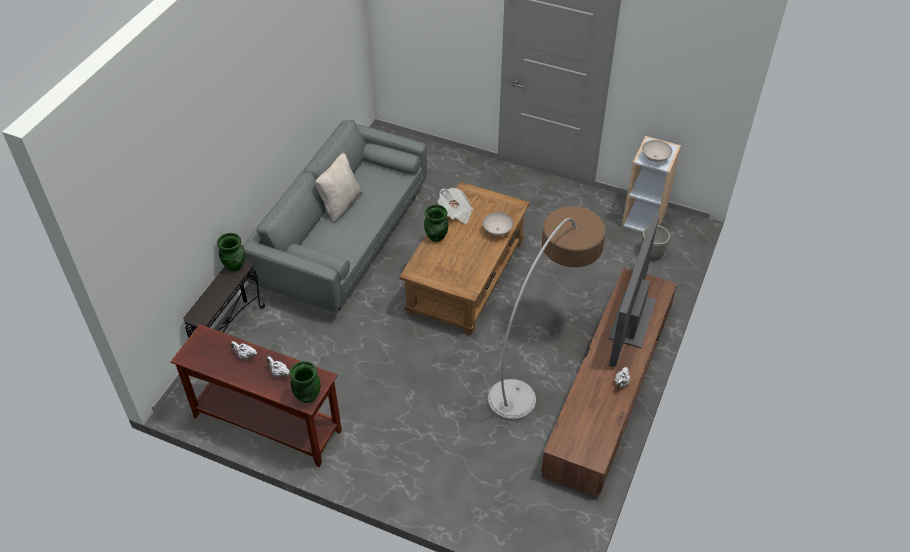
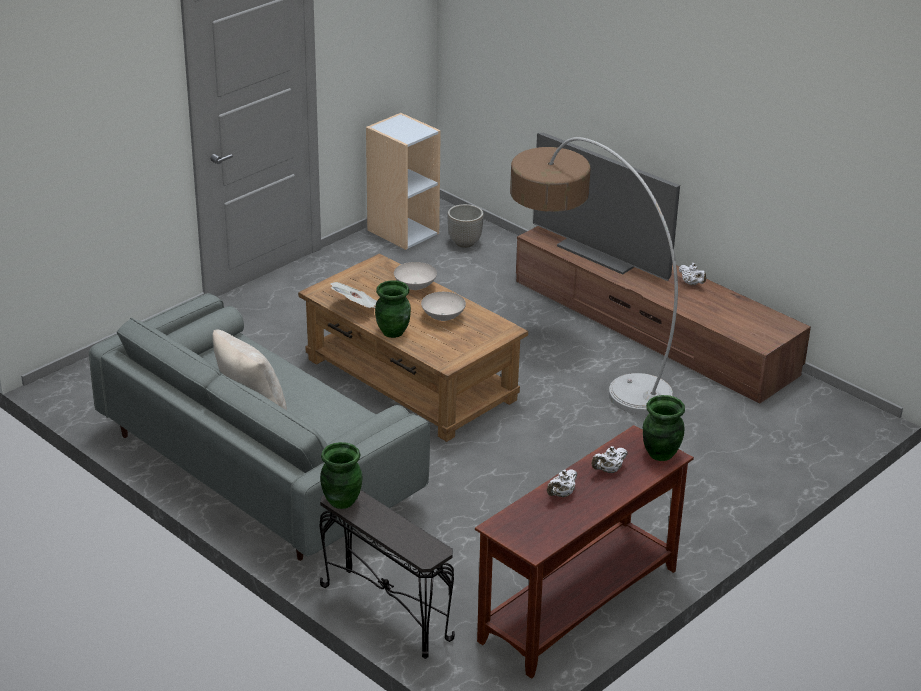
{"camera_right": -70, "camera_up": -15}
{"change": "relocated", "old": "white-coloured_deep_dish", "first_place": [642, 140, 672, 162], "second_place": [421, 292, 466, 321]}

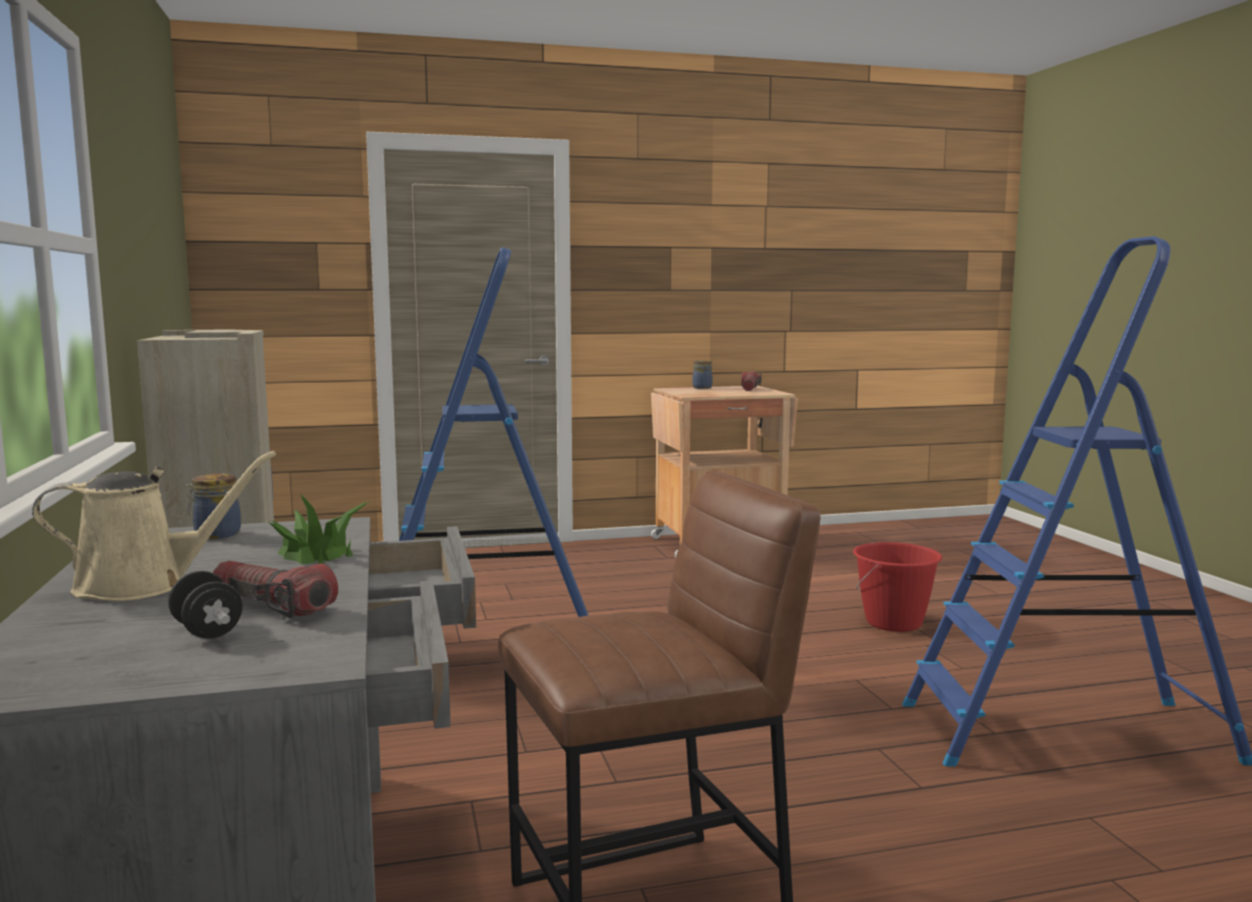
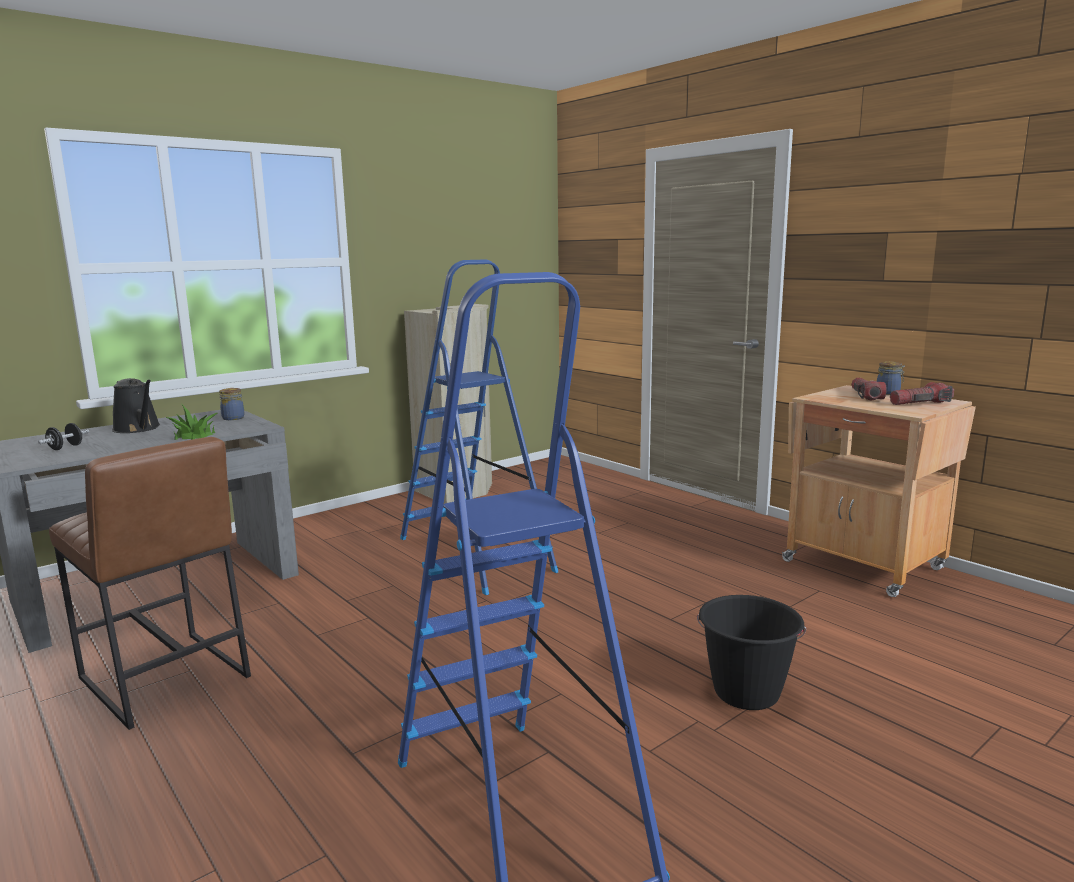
{"camera_right": 65, "camera_up": 5}
{"change": "colour", "old": "sand-coloured_watering_can", "new": "black_watering_can", "first_place": [32, 451, 276, 601], "second_place": [112, 378, 160, 433]}
{"change": "relocated", "old": "hand_torch", "first_place": [213, 561, 338, 618], "second_place": [851, 378, 887, 400]}
{"change": "colour", "old": "red_pail", "new": "black_pail", "first_place": [853, 542, 942, 632], "second_place": [697, 595, 807, 710]}

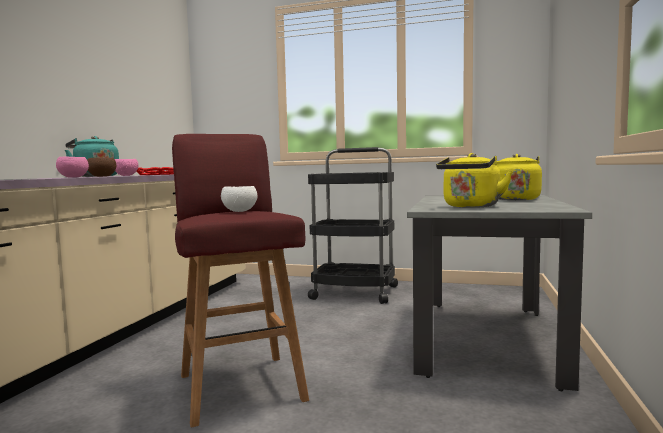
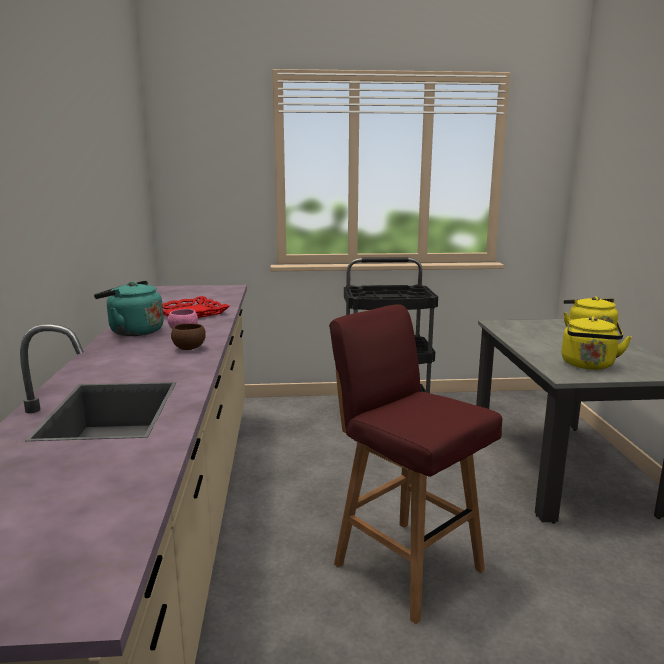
{"camera_right": -20, "camera_up": 10}
{"change": "missing", "old": "pinkish_deep_dish", "first_place": [56, 156, 89, 178]}
{"change": "missing", "old": "white-coloured_deep_dish", "first_place": [221, 186, 257, 212]}

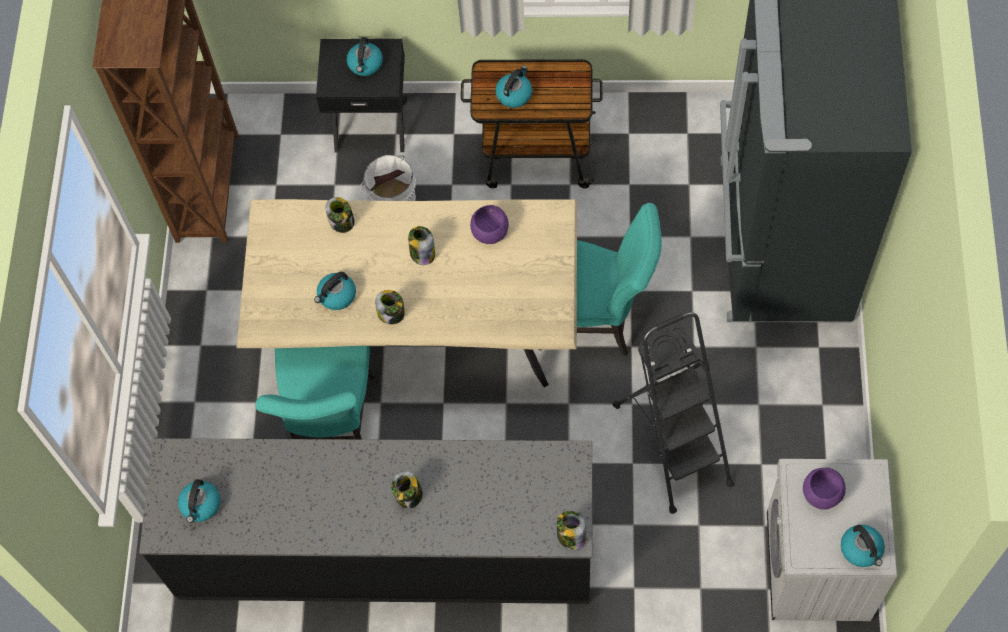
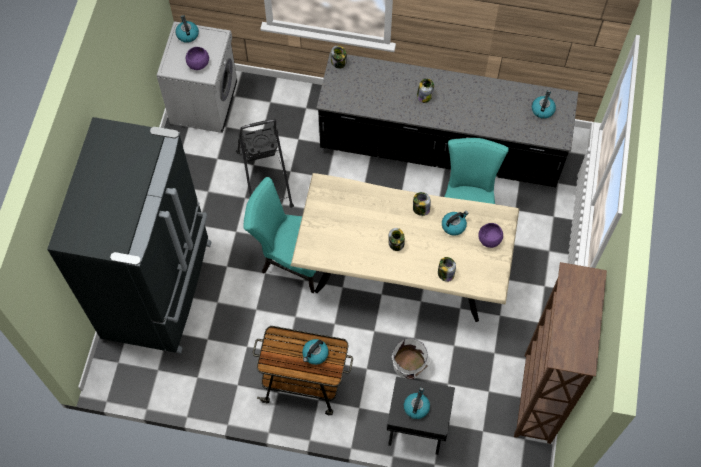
{"camera_right": -175, "camera_up": 0}
{"change": "relocated", "old": "purple-coloured_deep_dish", "first_place": [470, 205, 509, 244], "second_place": [478, 223, 503, 248]}

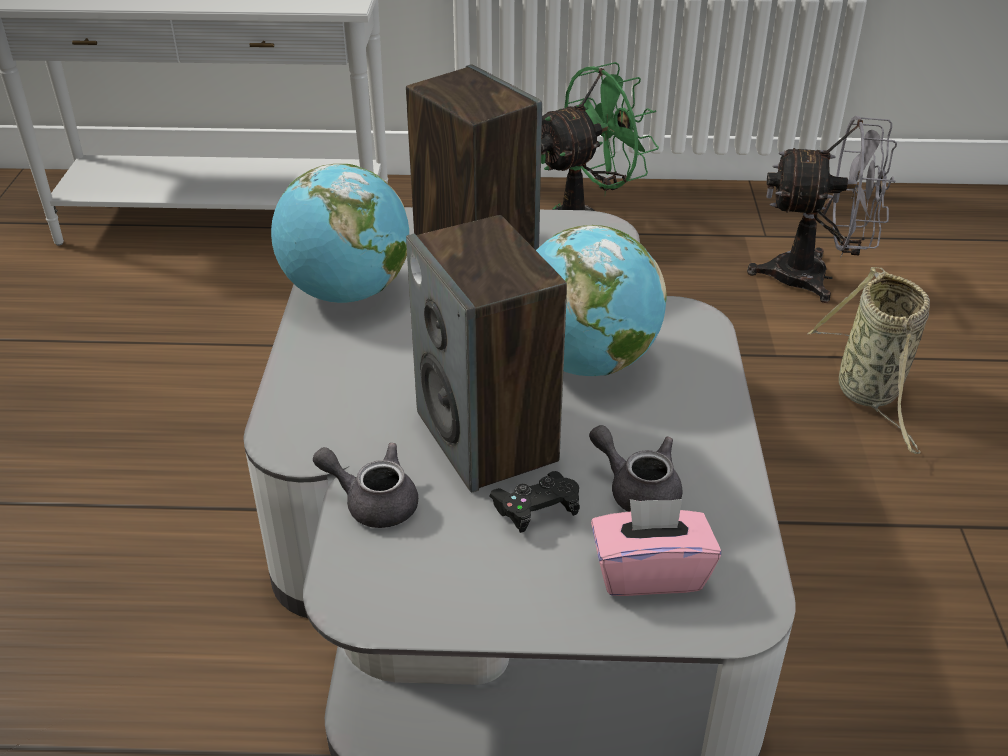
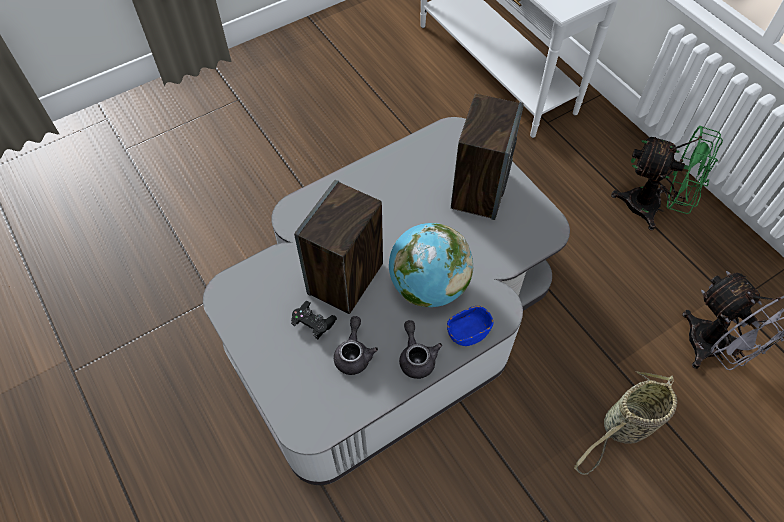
{"camera_right": 55, "camera_up": 20}
{"change": "missing", "old": "desk_globe", "first_place": [271, 164, 409, 303]}
{"change": "relocated", "old": "grey_teapot", "first_place": [313, 443, 418, 528], "second_place": [399, 320, 442, 379]}
{"change": "missing", "old": "pinkish_box_of_tissues", "first_place": [591, 499, 721, 596]}
{"change": "appeared", "new": "blue-coloured_deep_dish", "second_place": [447, 306, 493, 346]}

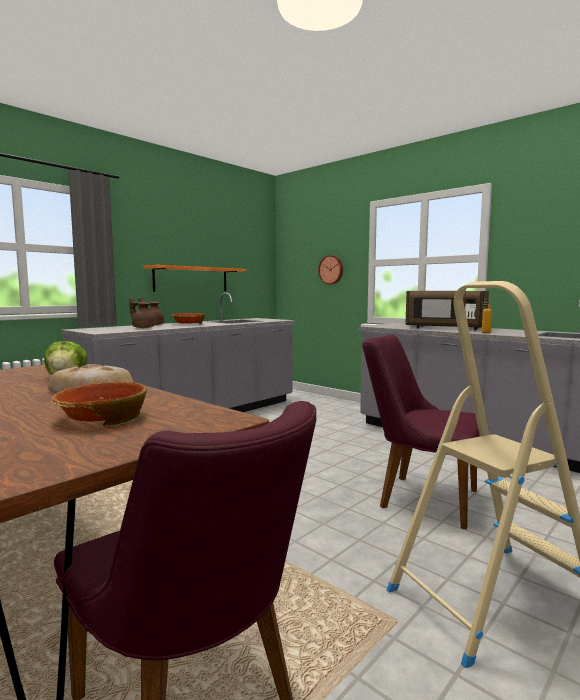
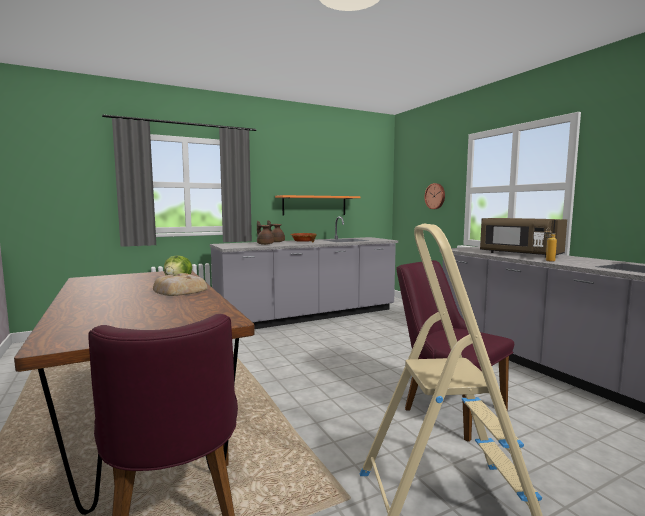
{"camera_right": 20, "camera_up": 0}
{"change": "missing", "old": "deep_dish", "first_place": [51, 382, 147, 426]}

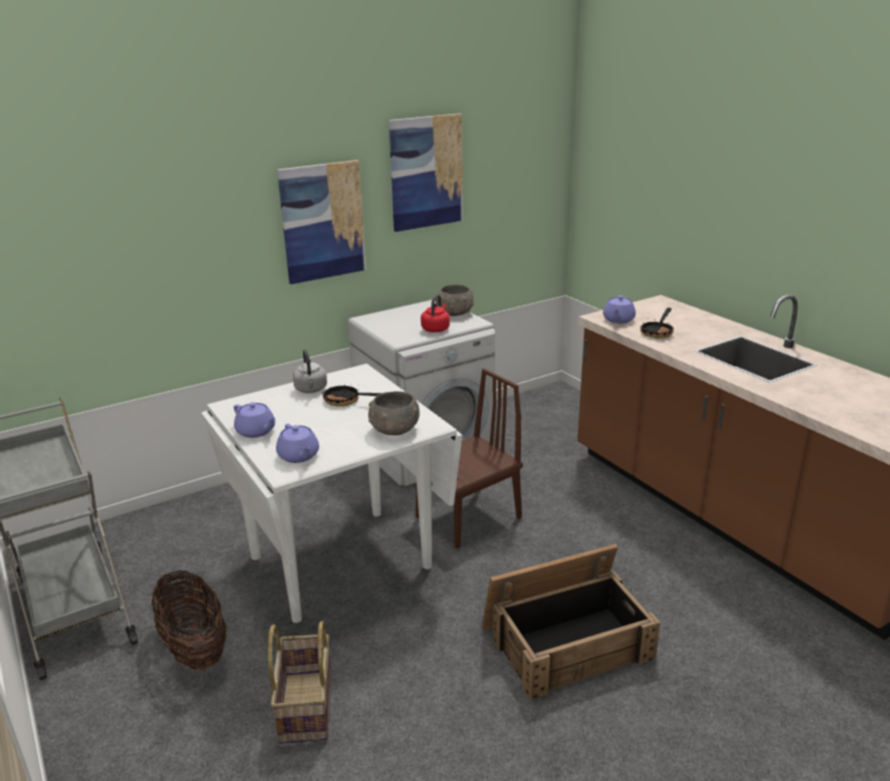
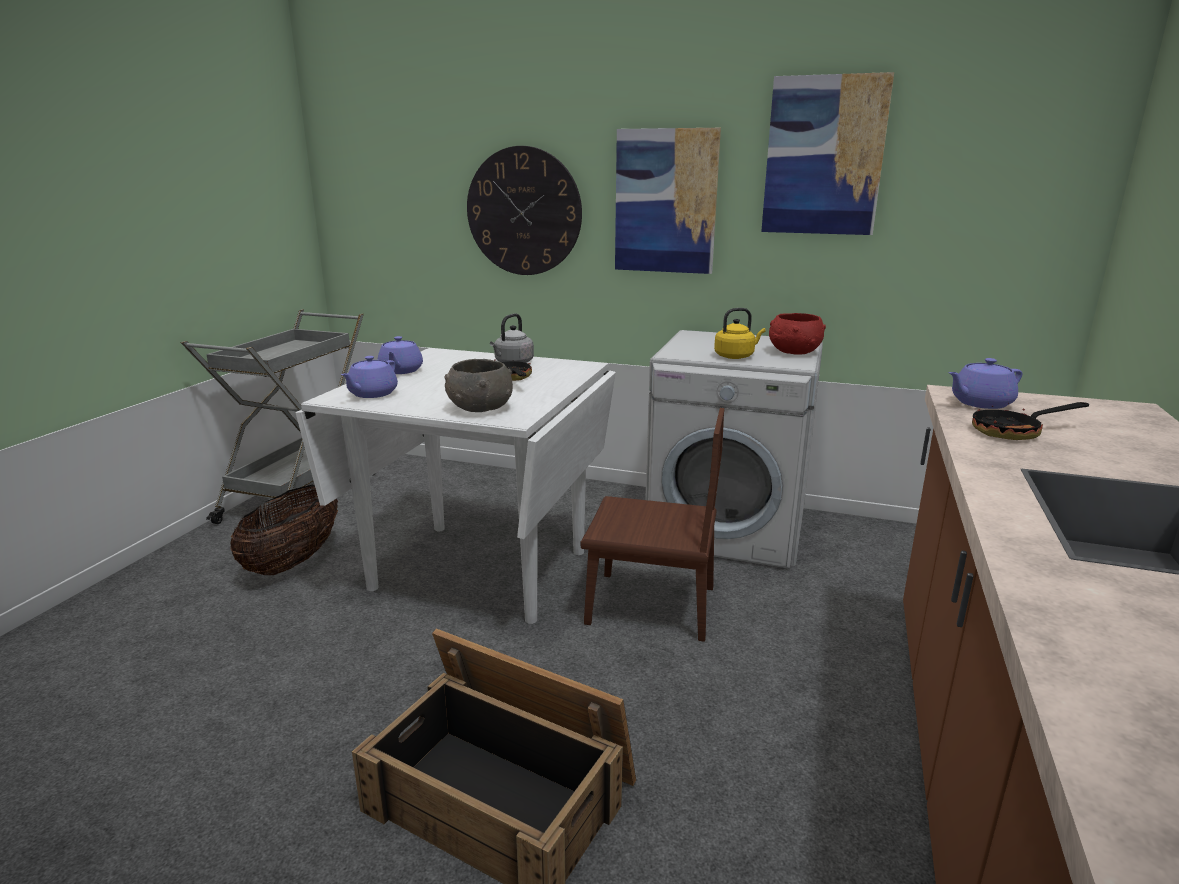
{"camera_right": 50, "camera_up": -5}
{"change": "missing", "old": "basket", "first_place": [268, 621, 332, 744]}
{"change": "colour", "old": "red_kettle", "new": "yellow_kettle", "first_place": [421, 294, 450, 332], "second_place": [714, 308, 766, 359]}
{"change": "colour", "old": "grey_deep_dish", "new": "red_deep_dish", "first_place": [435, 285, 474, 316], "second_place": [769, 313, 826, 355]}
{"change": "appeared", "new": "wall_clock", "second_place": [467, 146, 582, 275]}

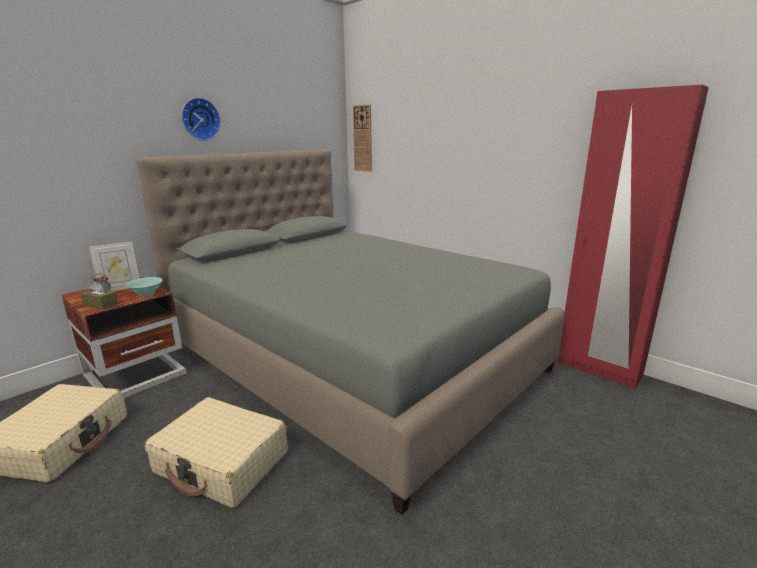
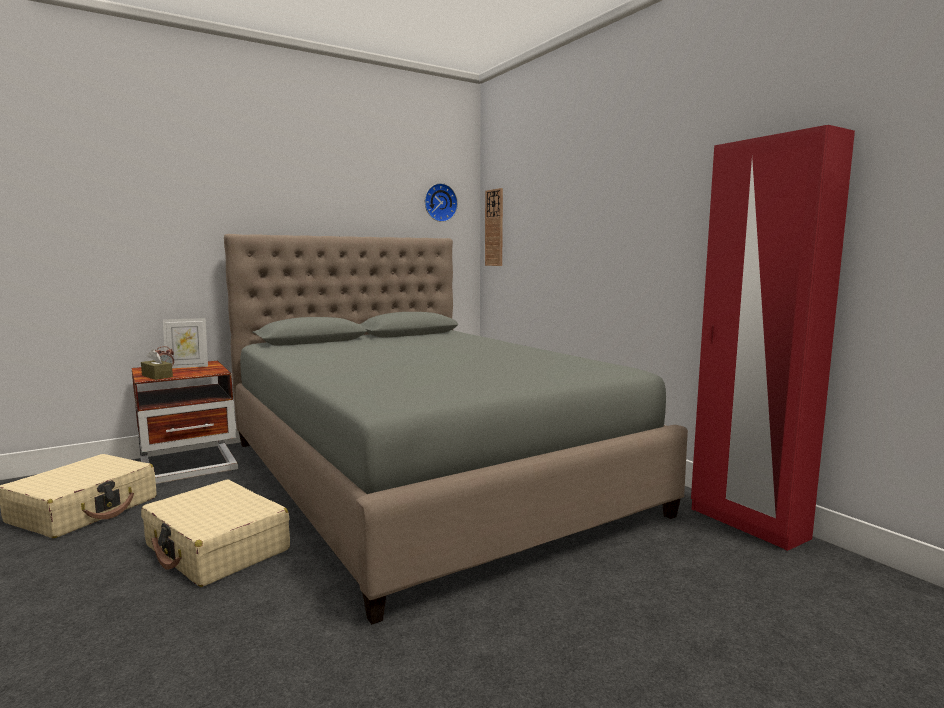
{"camera_right": 15, "camera_up": -10}
{"change": "missing", "old": "turquoise-coloured_deep_dish", "first_place": [126, 277, 163, 296]}
{"change": "relocated", "old": "wall_clock", "first_place": [181, 98, 221, 141], "second_place": [425, 183, 458, 222]}

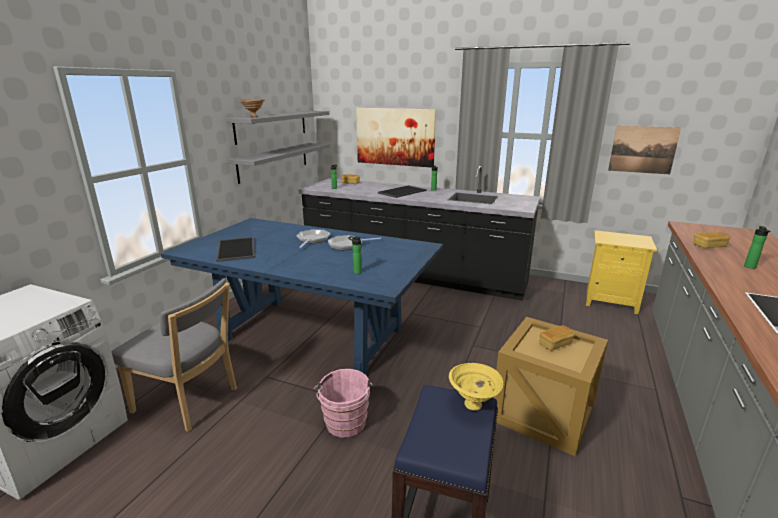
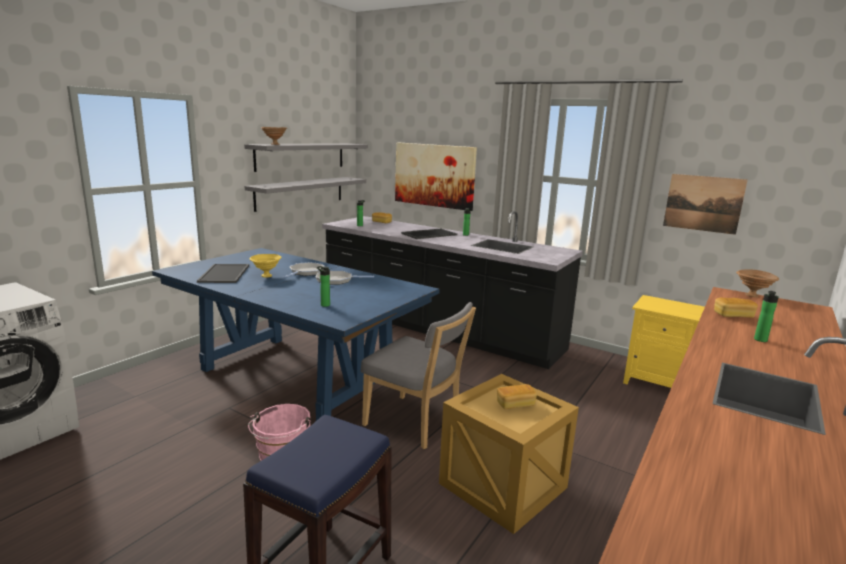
{"camera_right": 10, "camera_up": -5}
{"change": "relocated", "old": "grey_plain_chair", "first_place": [112, 278, 237, 432], "second_place": [361, 302, 476, 449]}
{"change": "relocated", "old": "yellow_deep_dish", "first_place": [449, 363, 503, 411], "second_place": [249, 254, 281, 277]}
{"change": "appeared", "new": "brown-coloured_deep_dish", "second_place": [736, 269, 779, 297]}

